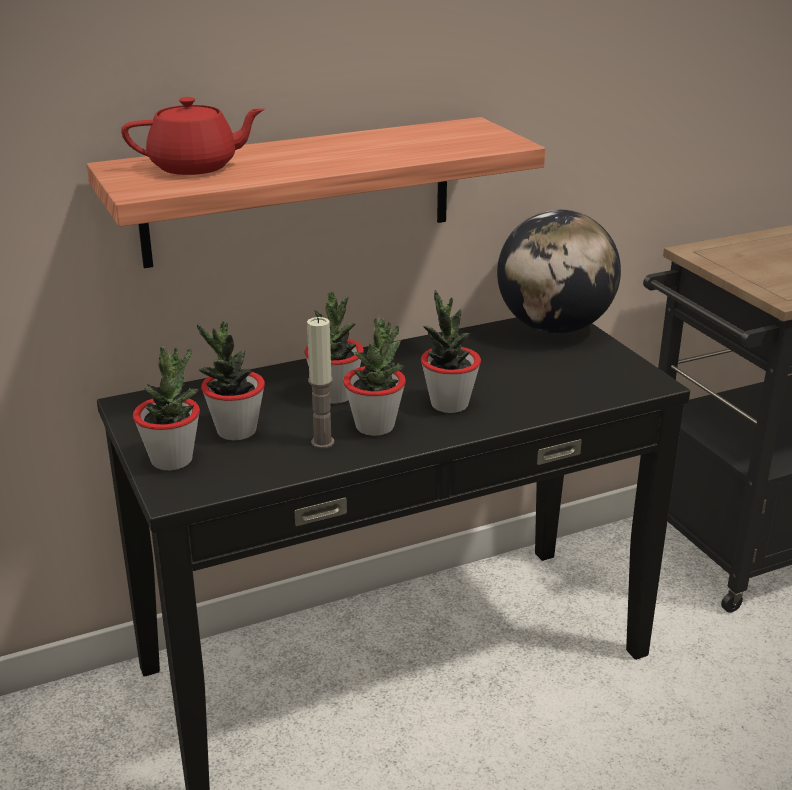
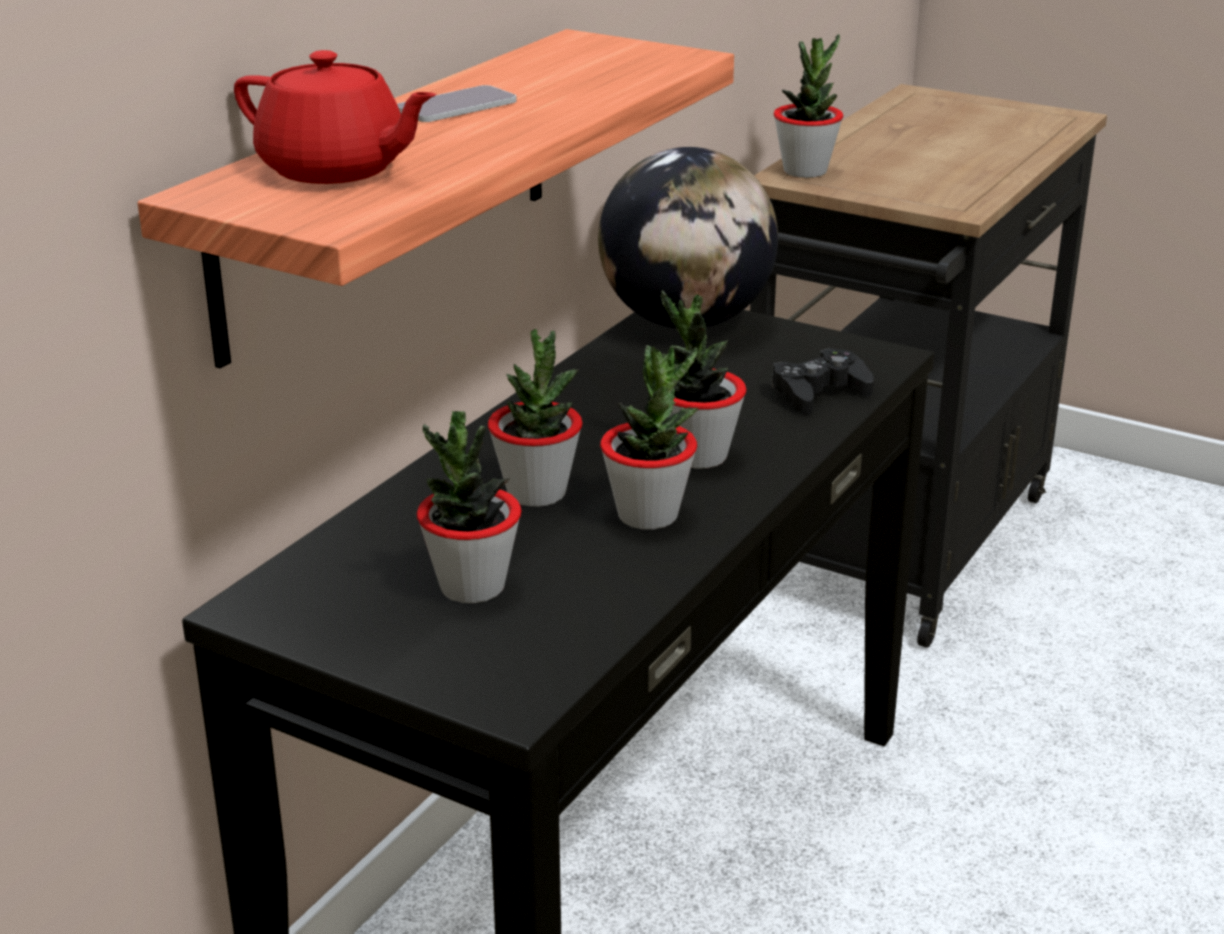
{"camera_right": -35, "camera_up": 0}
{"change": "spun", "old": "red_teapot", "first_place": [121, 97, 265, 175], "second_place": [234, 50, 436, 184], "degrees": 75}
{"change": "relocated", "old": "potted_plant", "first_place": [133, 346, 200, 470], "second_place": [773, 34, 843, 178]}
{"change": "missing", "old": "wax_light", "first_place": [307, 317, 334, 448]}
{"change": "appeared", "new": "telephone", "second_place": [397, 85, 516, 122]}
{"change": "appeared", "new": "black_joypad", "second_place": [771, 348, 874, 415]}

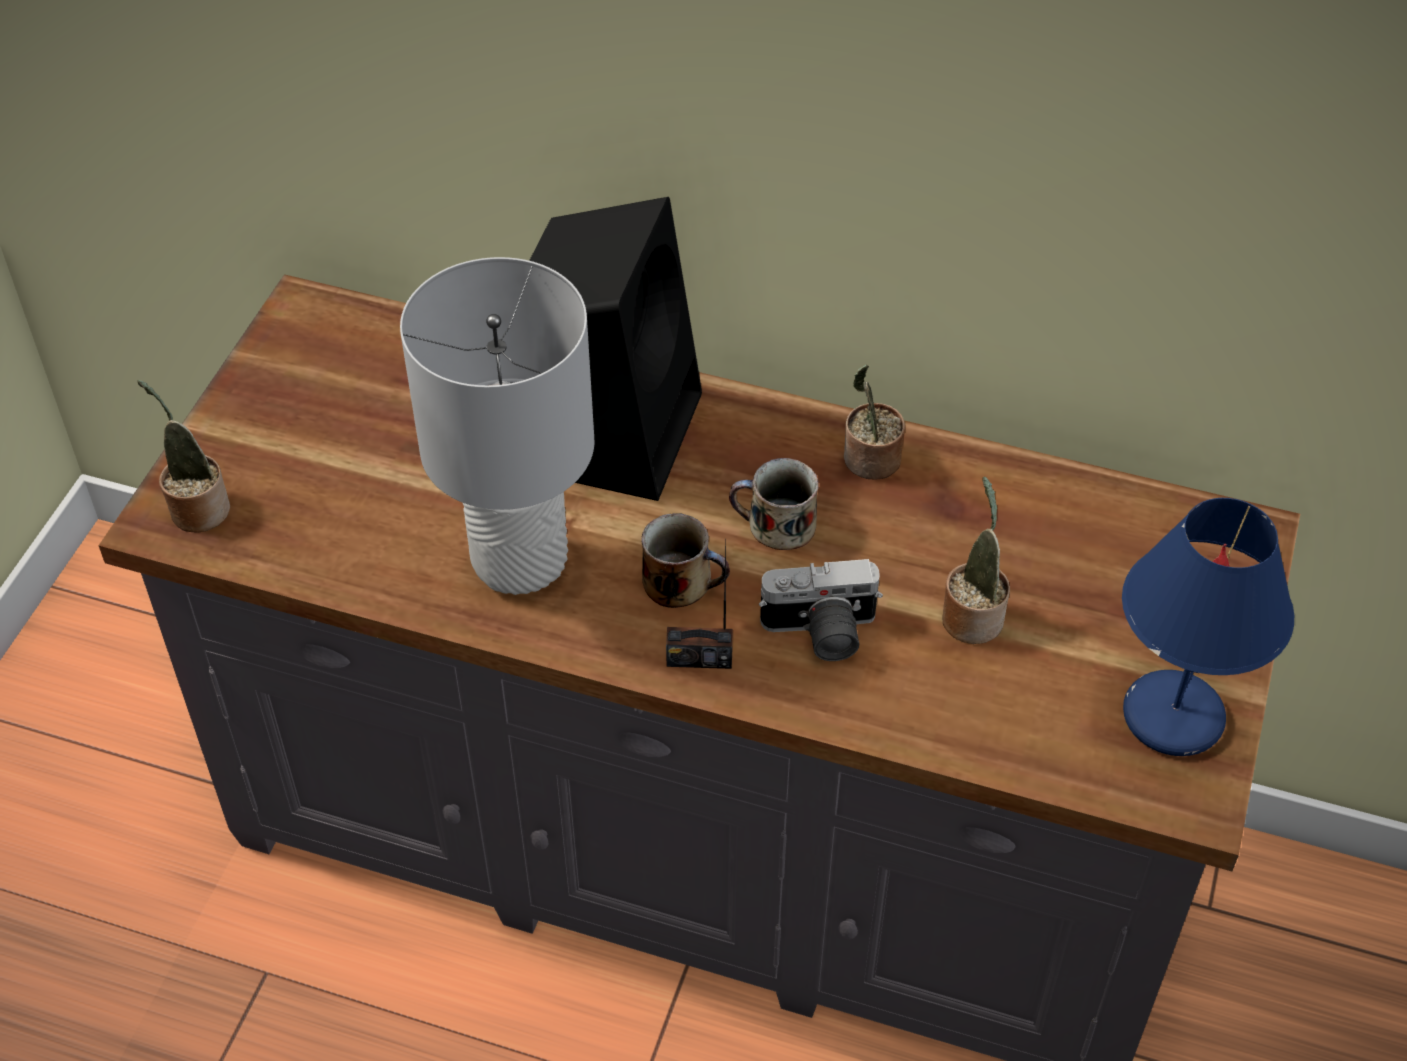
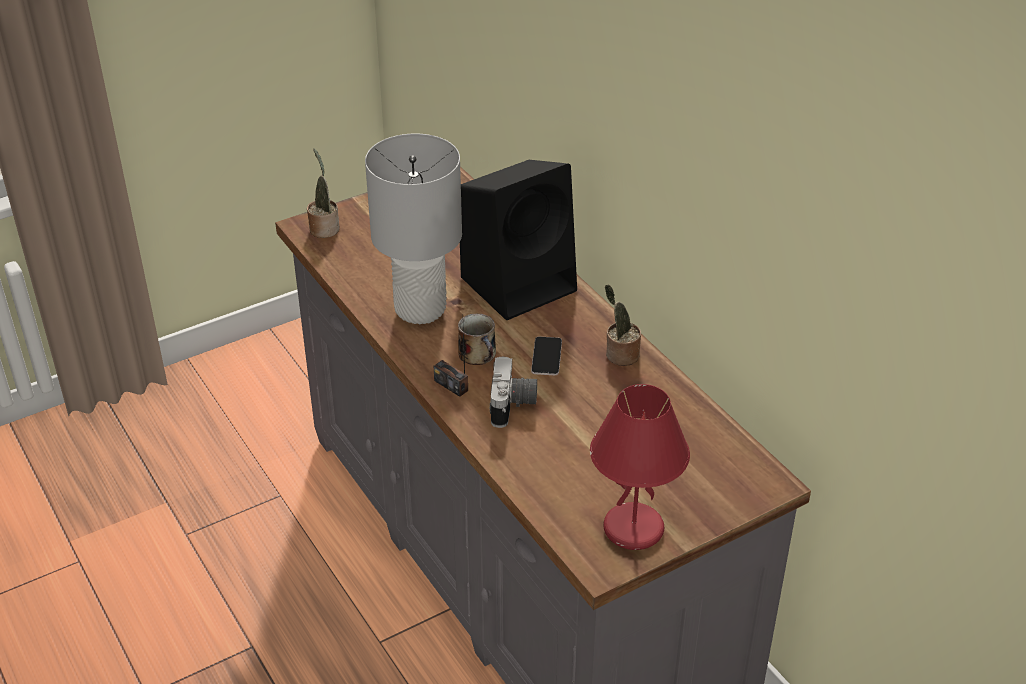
{"camera_right": 40, "camera_up": -10}
{"change": "exchanged", "old": "tea_mug", "new": "telephone", "first_place": [729, 458, 819, 550], "second_place": [531, 336, 562, 375]}
{"change": "spun", "old": "still_camera", "first_place": [759, 559, 883, 661], "second_place": [489, 357, 537, 428], "degrees": -120}
{"change": "missing", "old": "potted_plant", "first_place": [942, 476, 1010, 644]}
{"change": "colour", "old": "blue-coloured_table_lamp", "new": "red_table_lamp", "first_place": [1122, 498, 1294, 756], "second_place": [590, 384, 690, 550]}

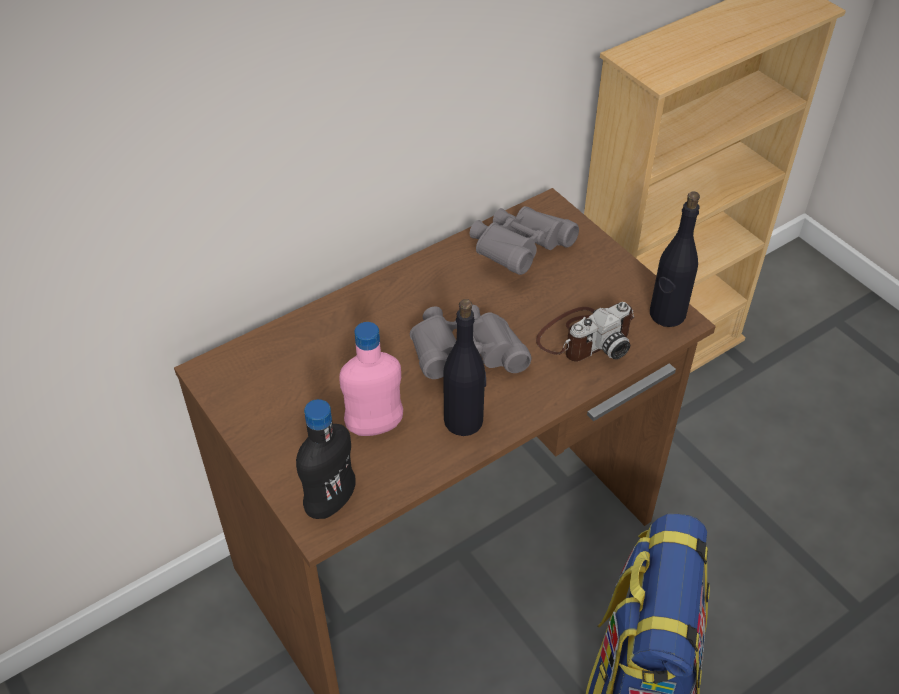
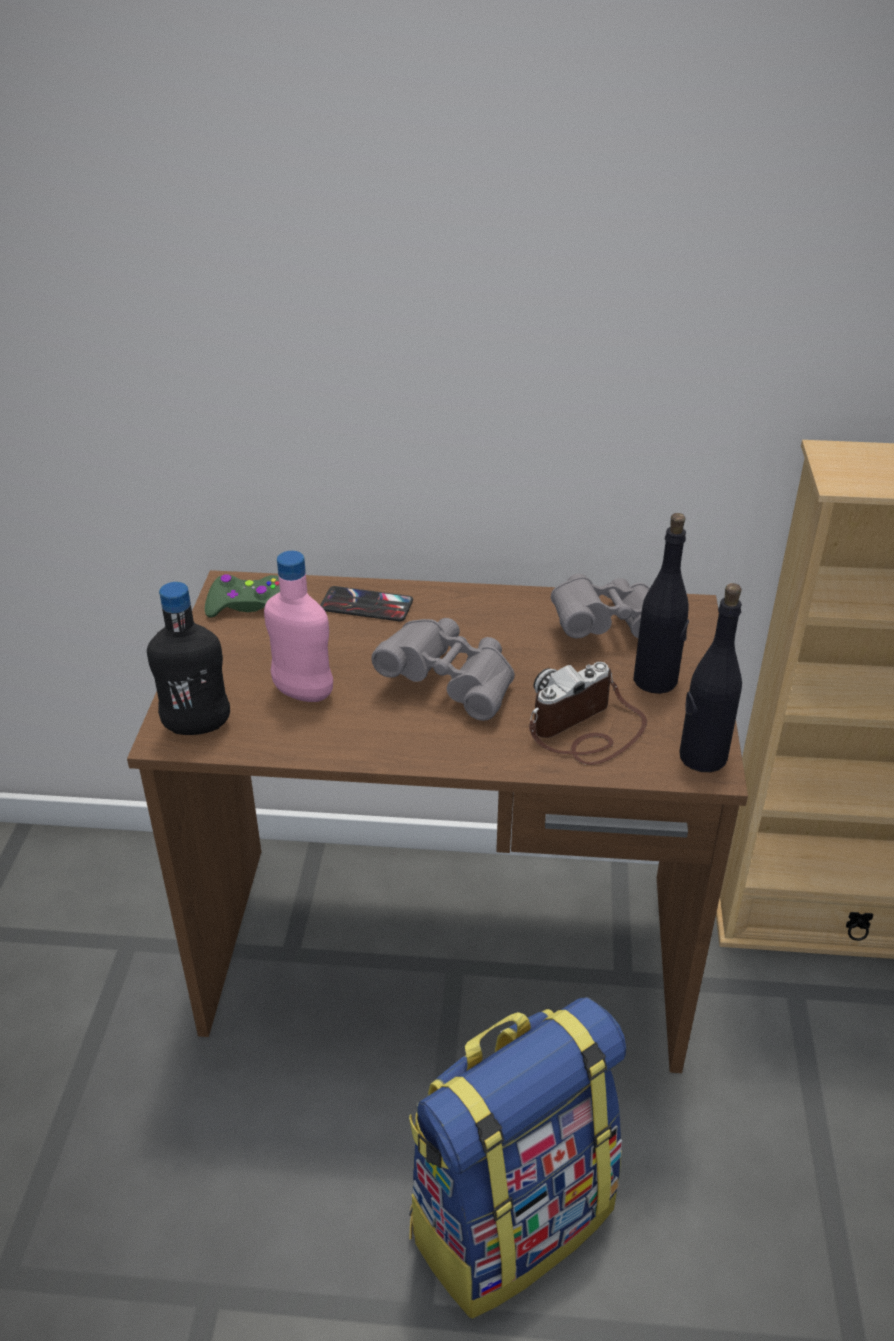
{"camera_right": 40, "camera_up": -10}
{"change": "relocated", "old": "black_drink_bottle", "first_place": [443, 299, 486, 436], "second_place": [633, 513, 689, 694]}
{"change": "spun", "old": "still_camera", "first_place": [536, 302, 634, 361], "second_place": [529, 662, 647, 765], "degrees": 135}
{"change": "appeared", "new": "green_joypad", "second_place": [205, 574, 280, 618]}
{"change": "appeared", "new": "telephone", "second_place": [320, 586, 413, 621]}

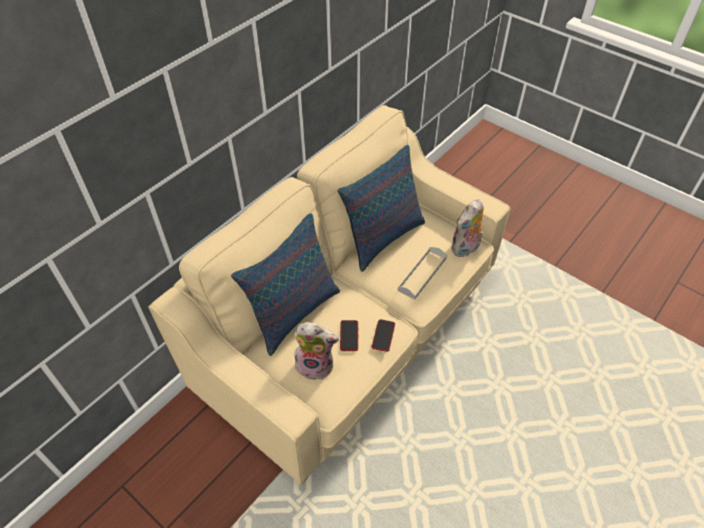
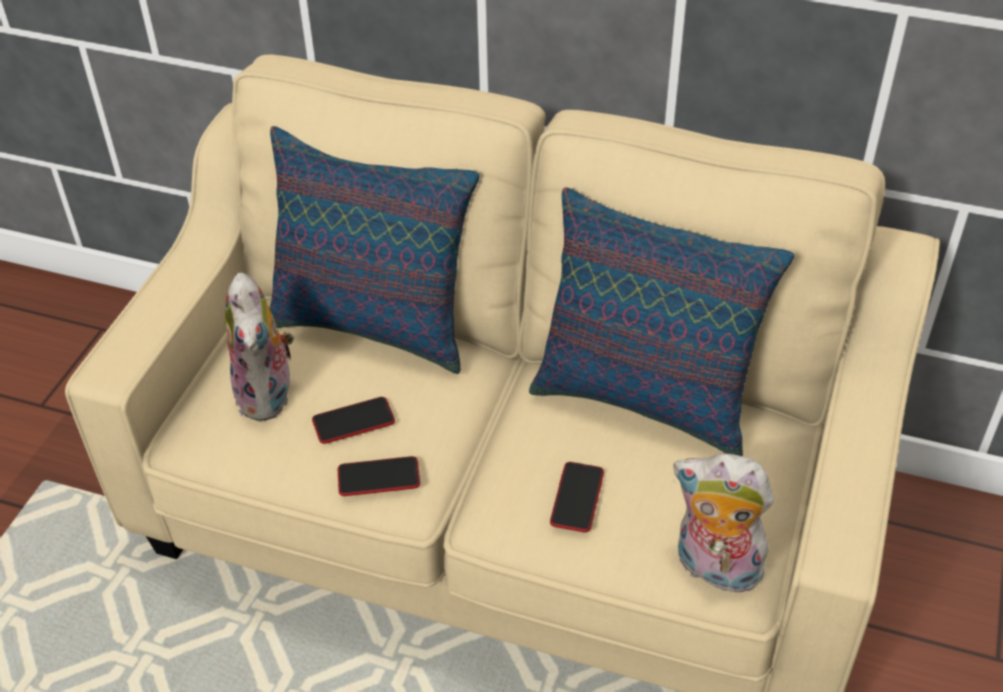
{"camera_right": 70, "camera_up": -5}
{"change": "exchanged", "old": "grey_carrying_tray", "new": "telephone", "first_place": [398, 247, 447, 300], "second_place": [550, 462, 604, 532]}

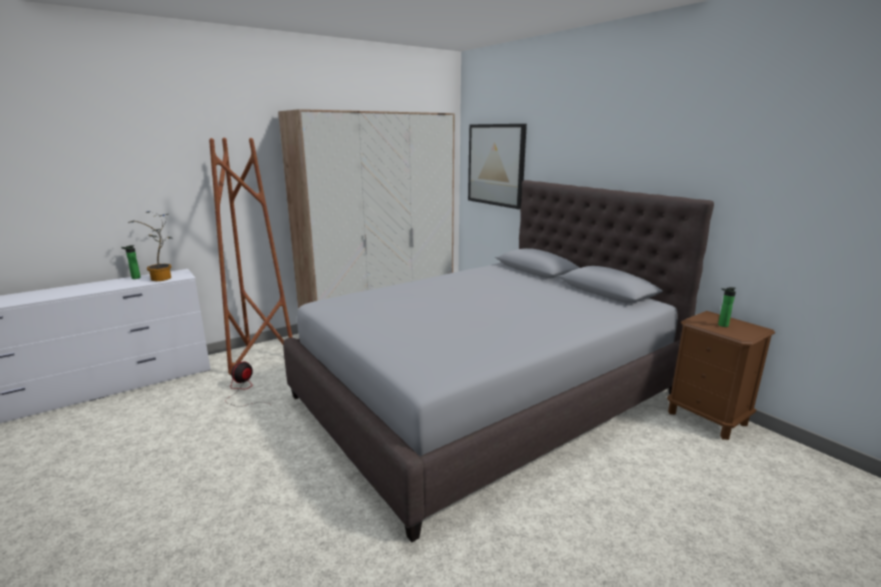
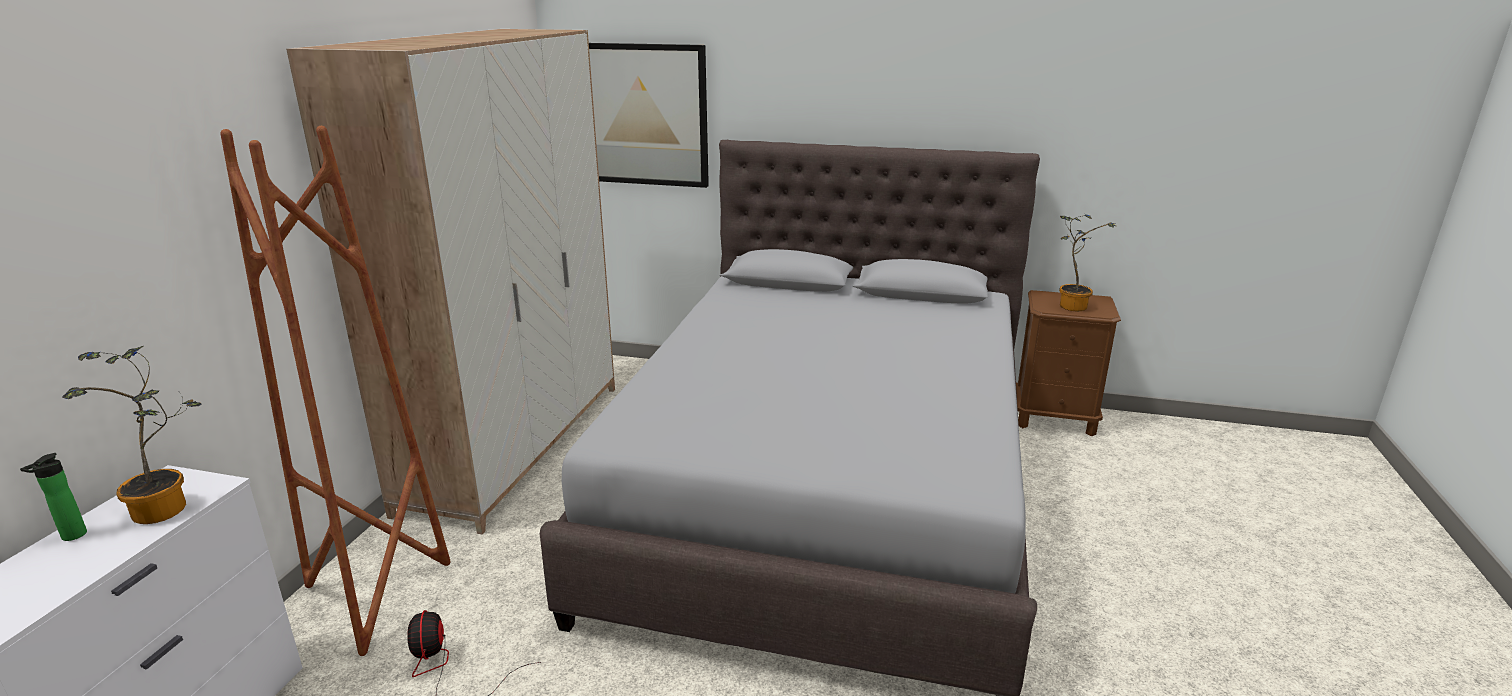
{"camera_right": -40, "camera_up": 5}
{"change": "exchanged", "old": "drink_bottle", "new": "potted_plant", "first_place": [718, 287, 736, 327], "second_place": [1059, 214, 1117, 311]}

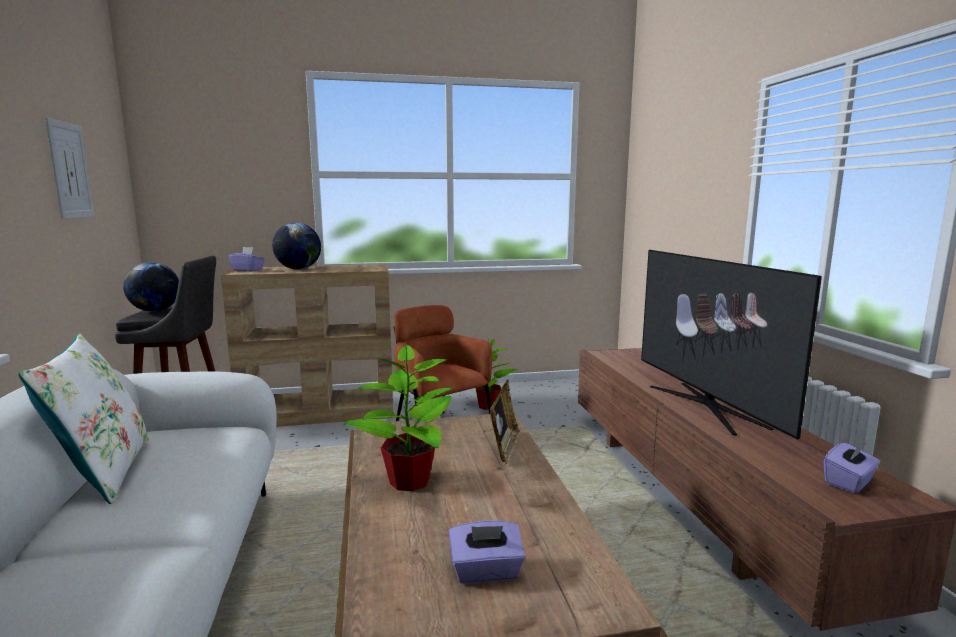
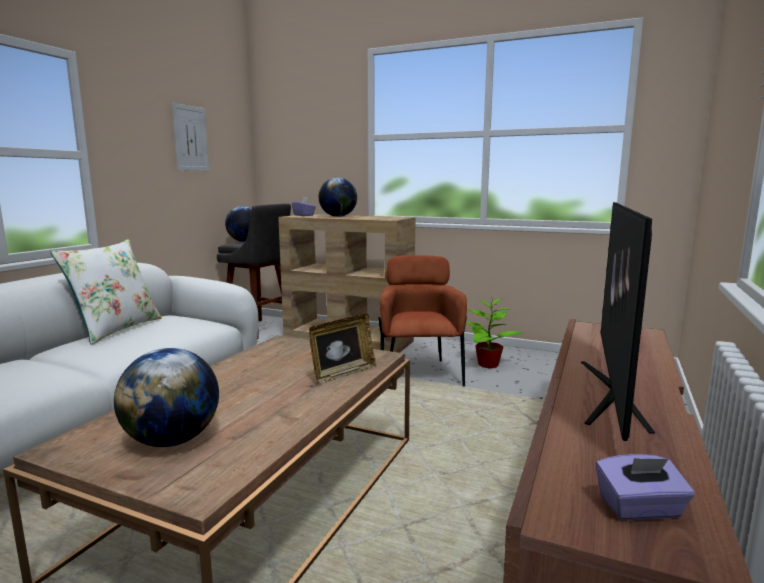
{"camera_right": 35, "camera_up": 0}
{"change": "missing", "old": "potted_plant", "first_place": [344, 345, 454, 491]}
{"change": "exchanged", "old": "purple-coloured_box_of_tissues", "new": "desk_globe", "first_place": [449, 521, 525, 584], "second_place": [114, 348, 219, 447]}

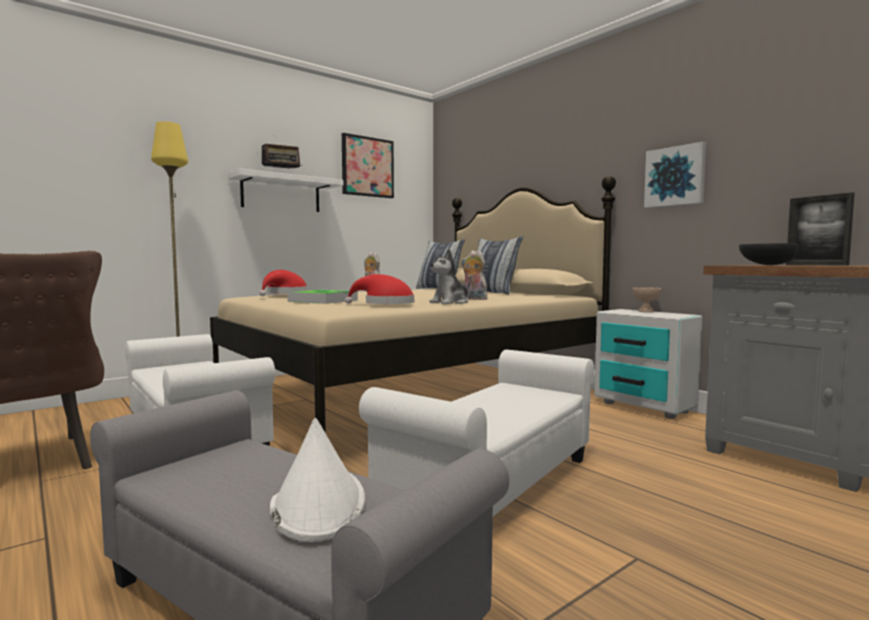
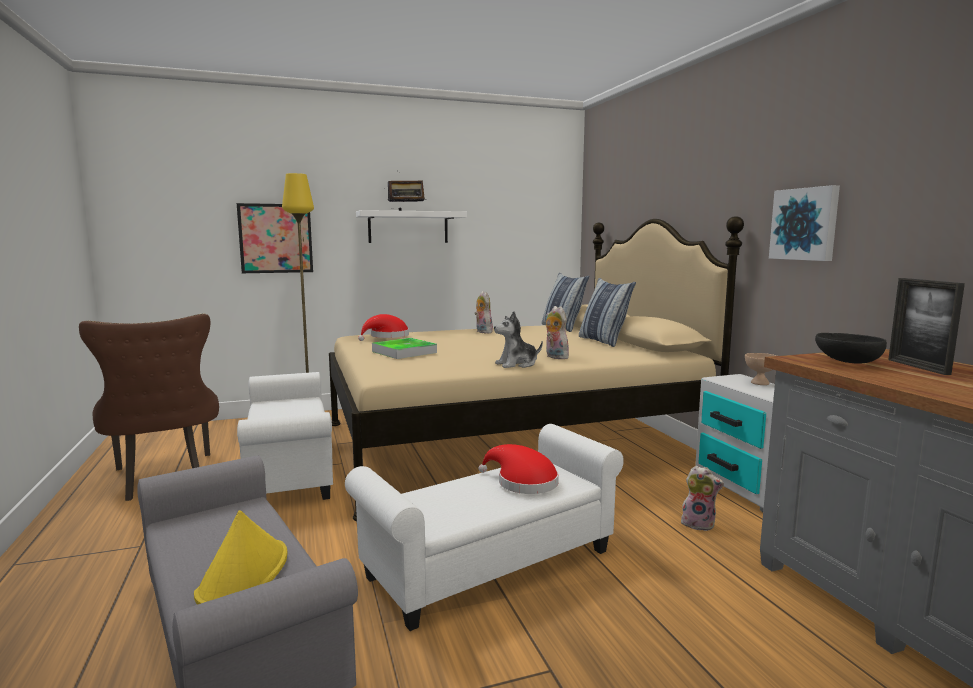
{"camera_right": 20, "camera_up": 5}
{"change": "colour", "old": "white-coloured_hat", "new": "yellow_hat", "first_place": [270, 418, 365, 542], "second_place": [194, 510, 287, 605]}
{"change": "relocated", "old": "wall_picture", "first_place": [342, 133, 394, 198], "second_place": [237, 203, 313, 273]}
{"change": "relocated", "old": "red_hat", "first_place": [345, 274, 414, 304], "second_place": [479, 444, 559, 494]}
{"change": "appeared", "new": "soft_toy", "second_place": [681, 465, 724, 531]}

